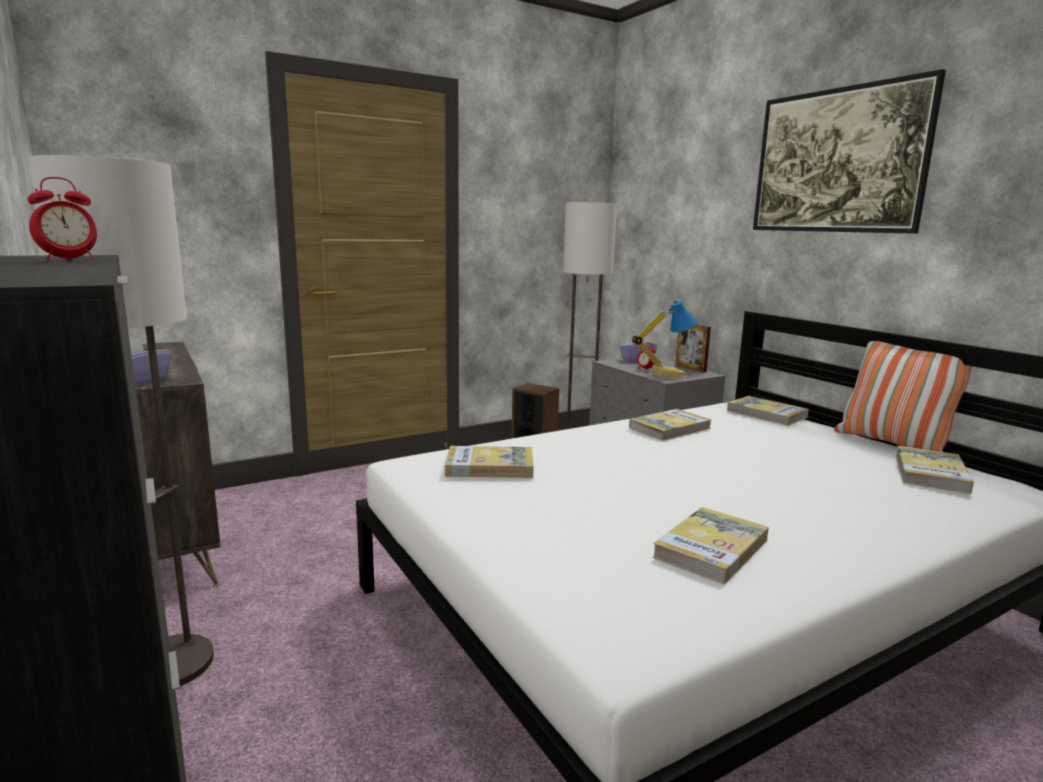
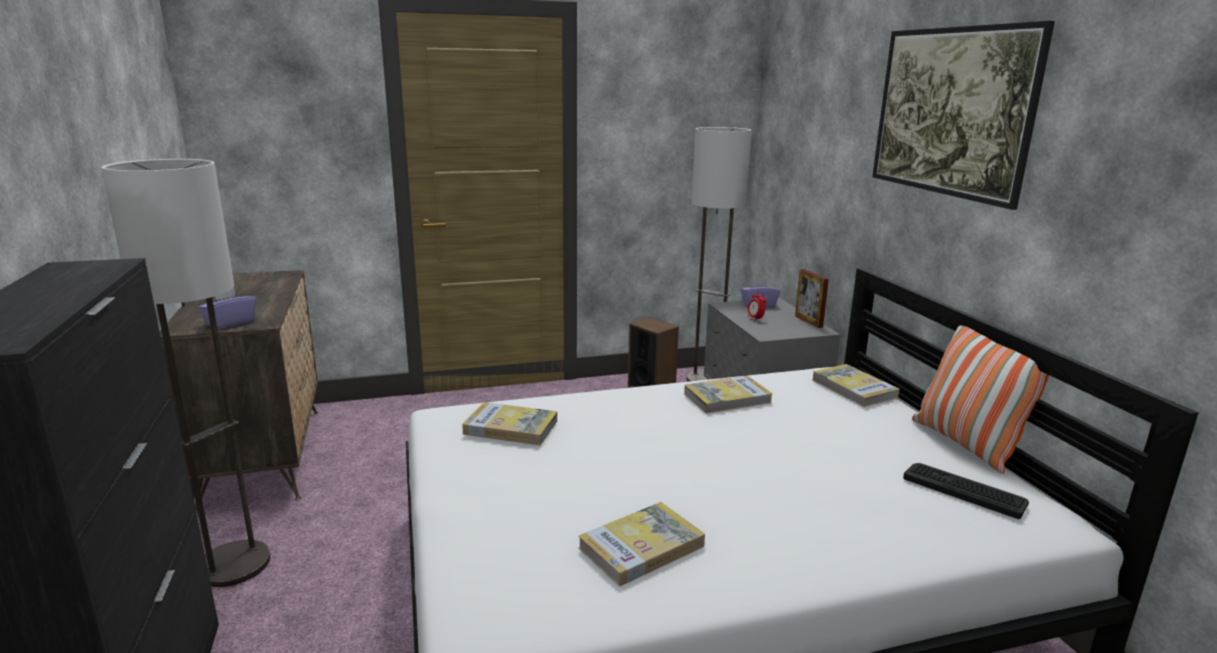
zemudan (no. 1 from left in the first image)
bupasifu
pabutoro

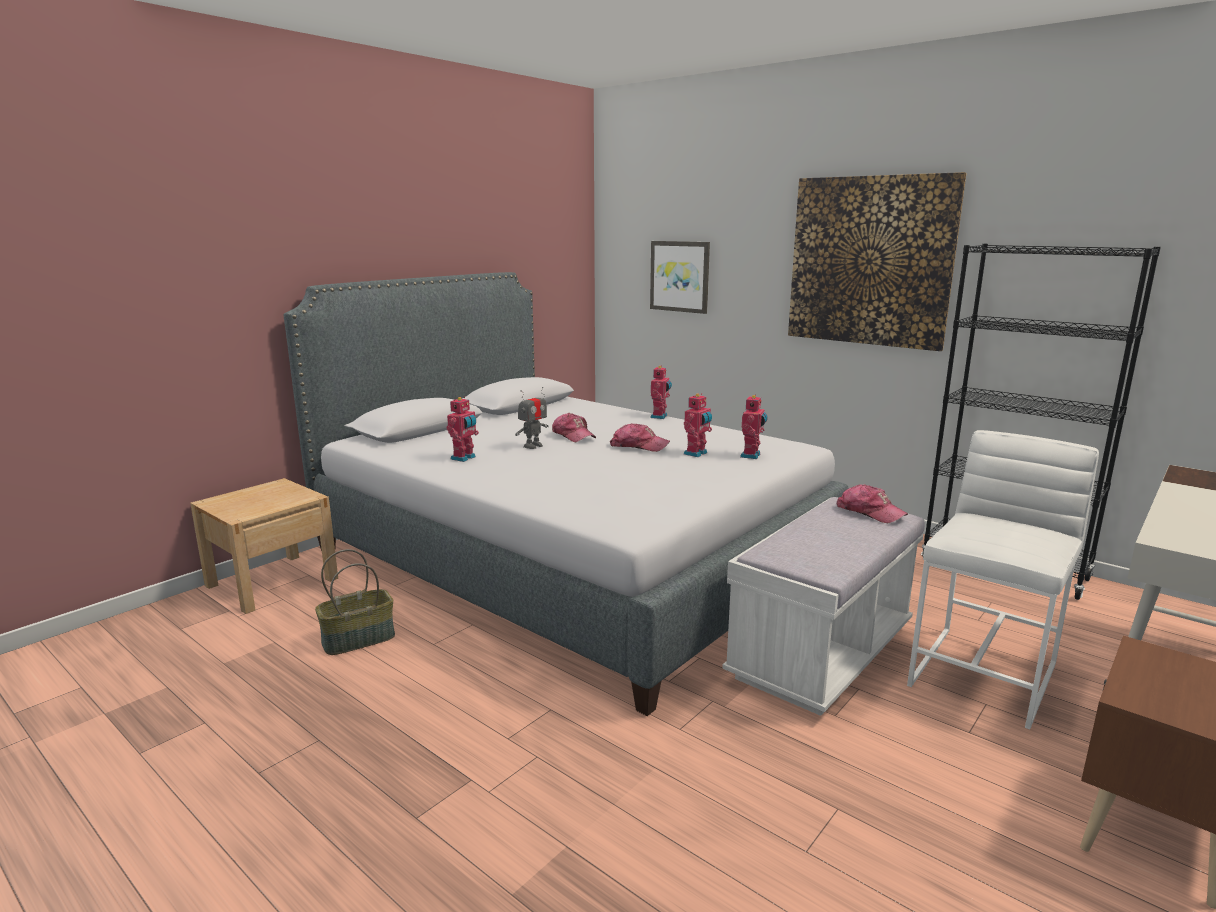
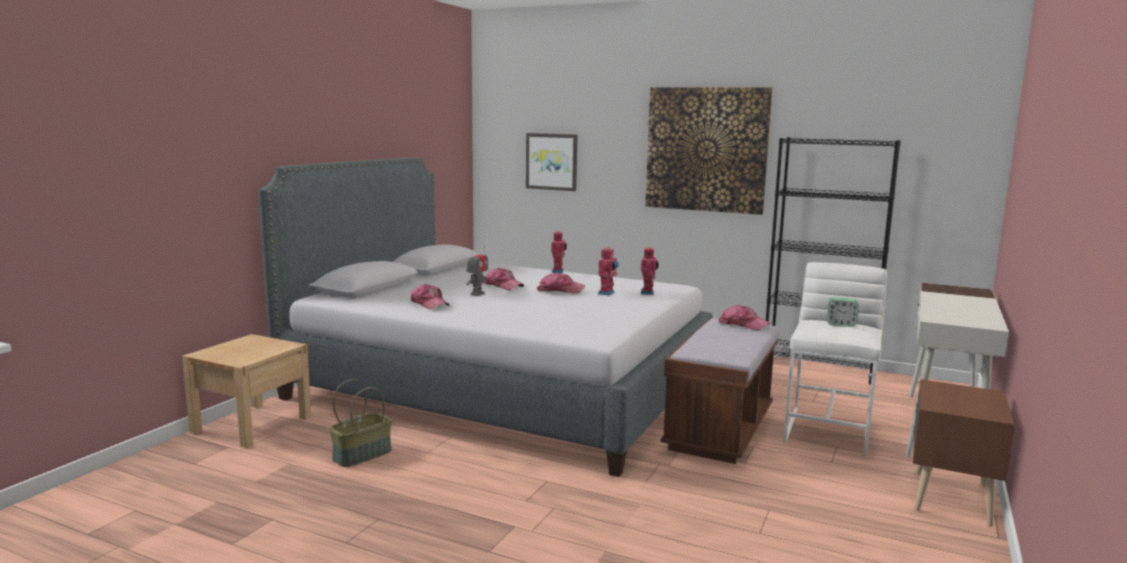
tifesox (no. 1 from left)
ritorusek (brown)
zemudan

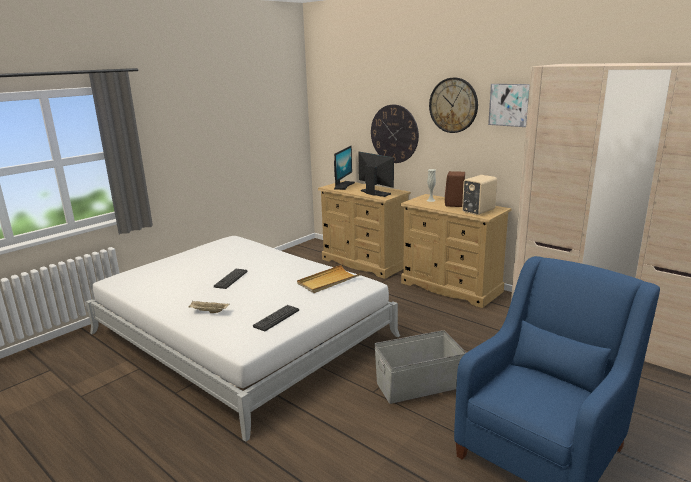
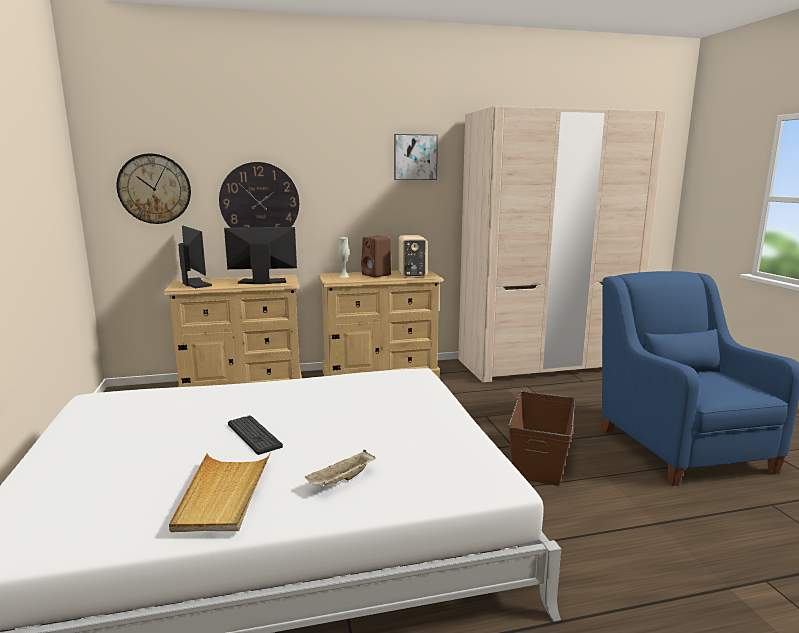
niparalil (no. 1 from left)
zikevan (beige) (no. 1 from left)
pabutoro (no. 2 from left in the first image)
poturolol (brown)

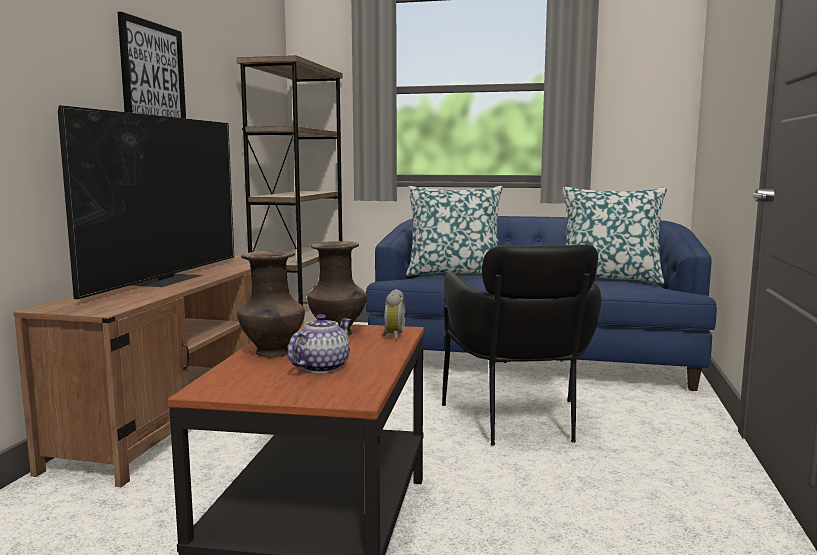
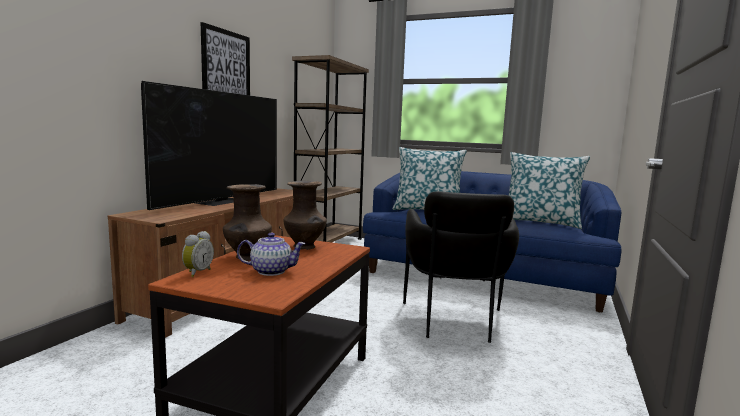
zemudan
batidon

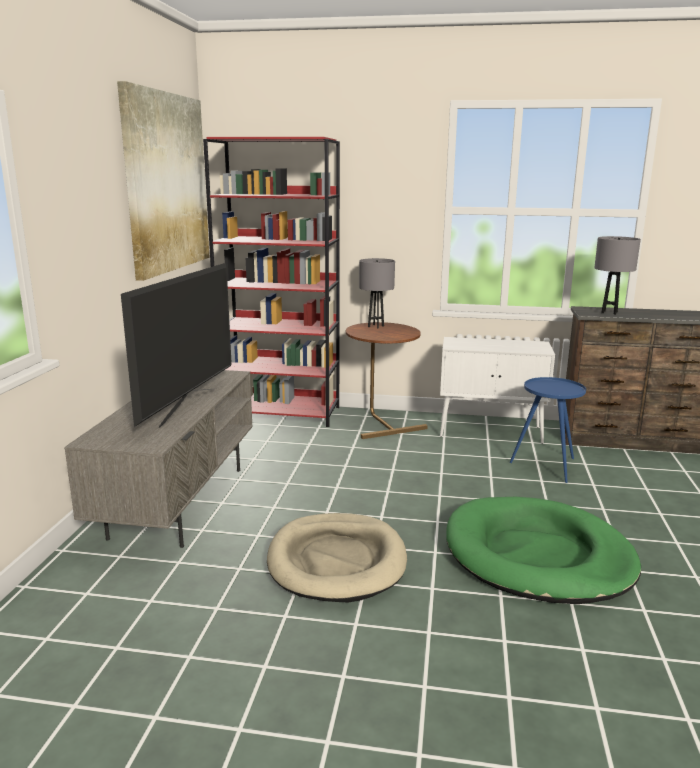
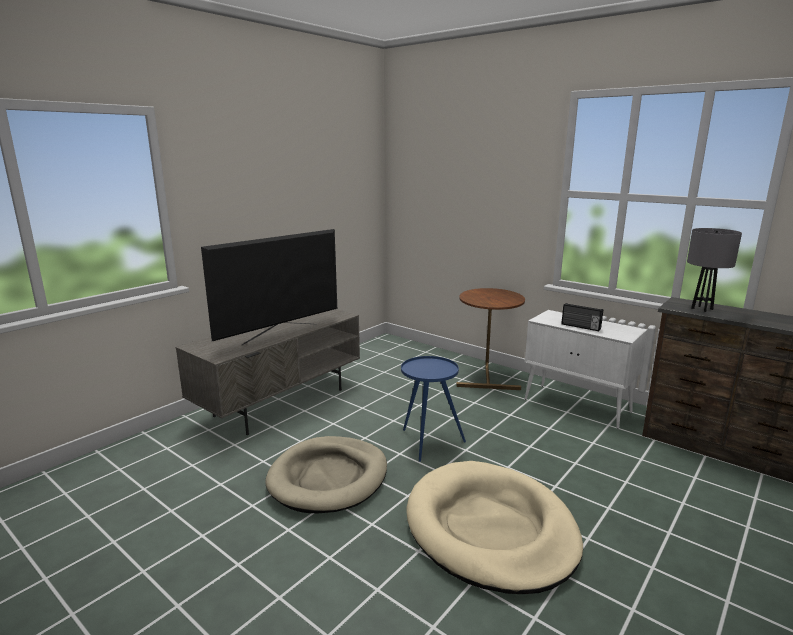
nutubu
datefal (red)
bupasifu (grey) (no. 1 from left in the first image)
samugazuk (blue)
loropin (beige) (no. 2 from left)
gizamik

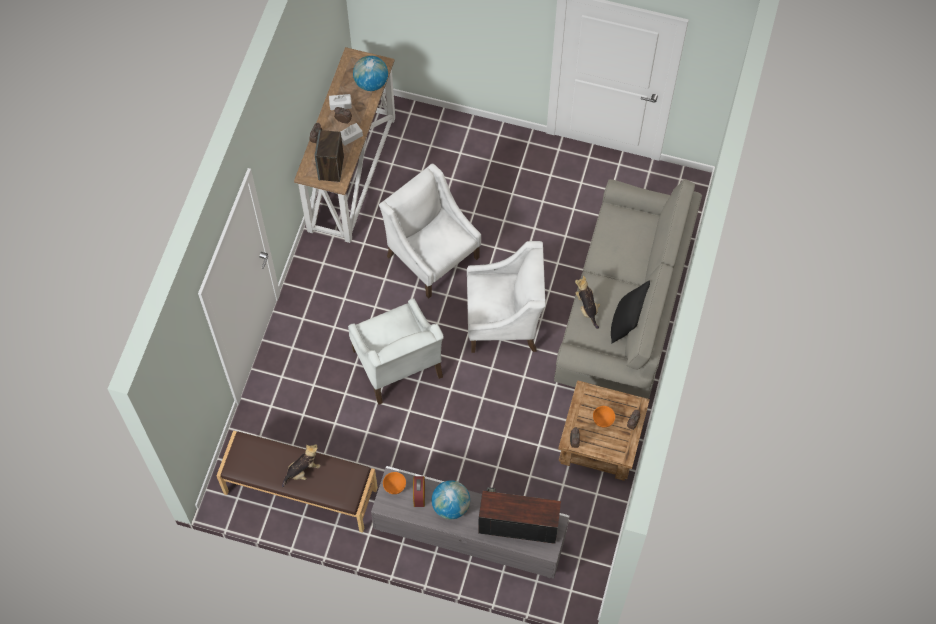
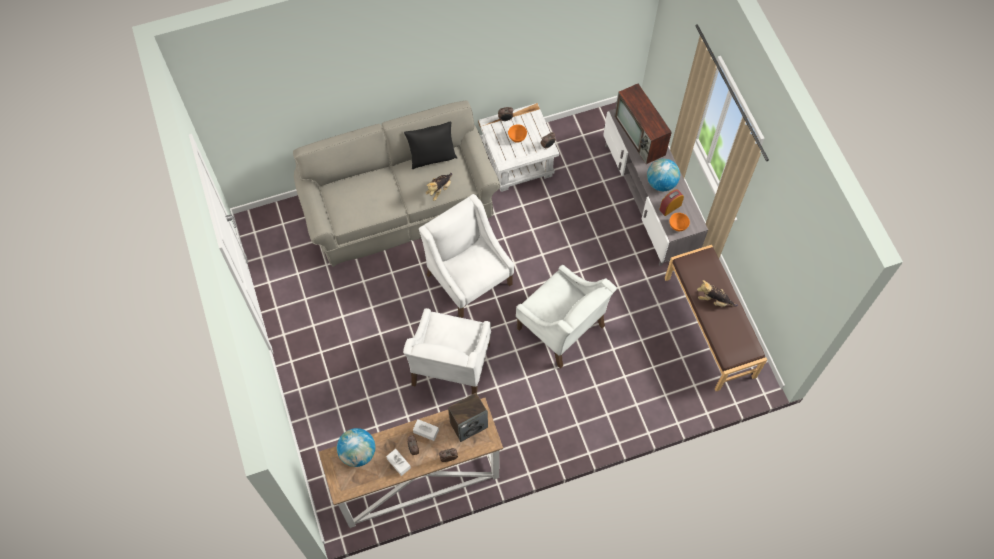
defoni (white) (no. 3 from left)
samugazuk (white)

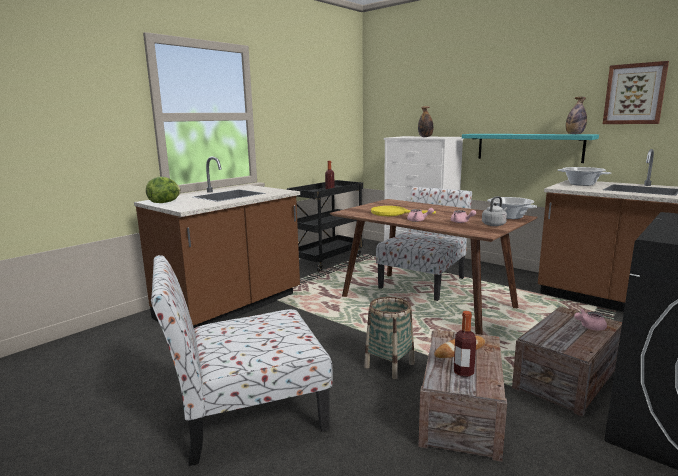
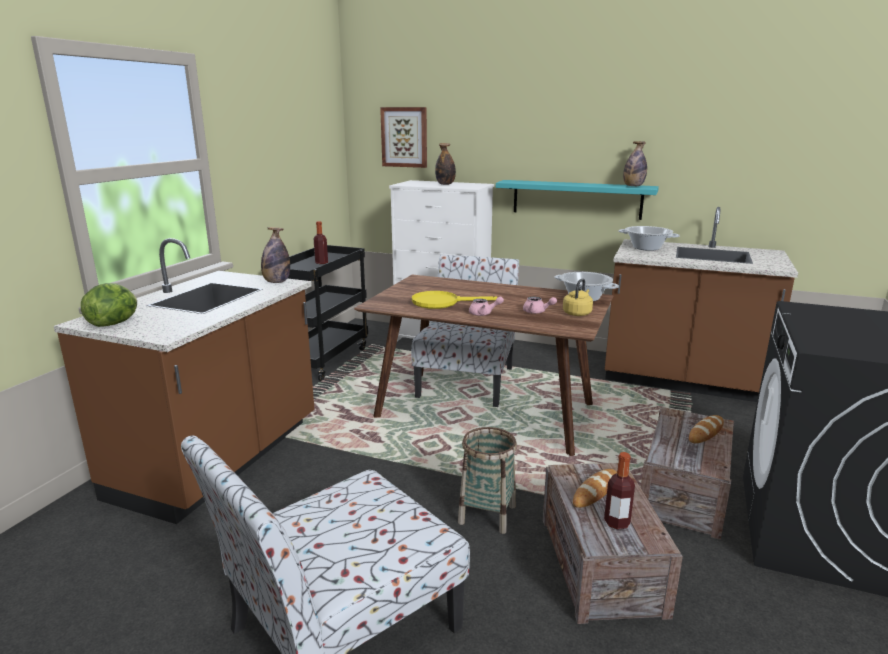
nutubu
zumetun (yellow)
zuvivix (no. 2 from left)
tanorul (no. 1 from left)

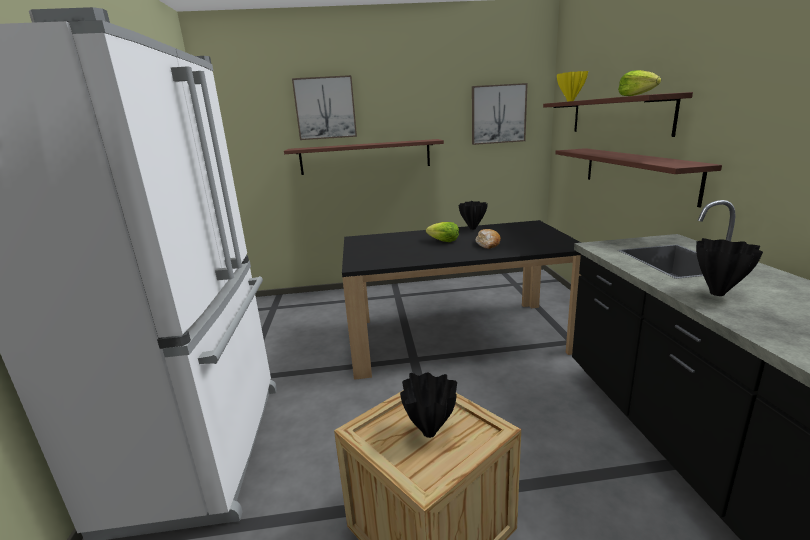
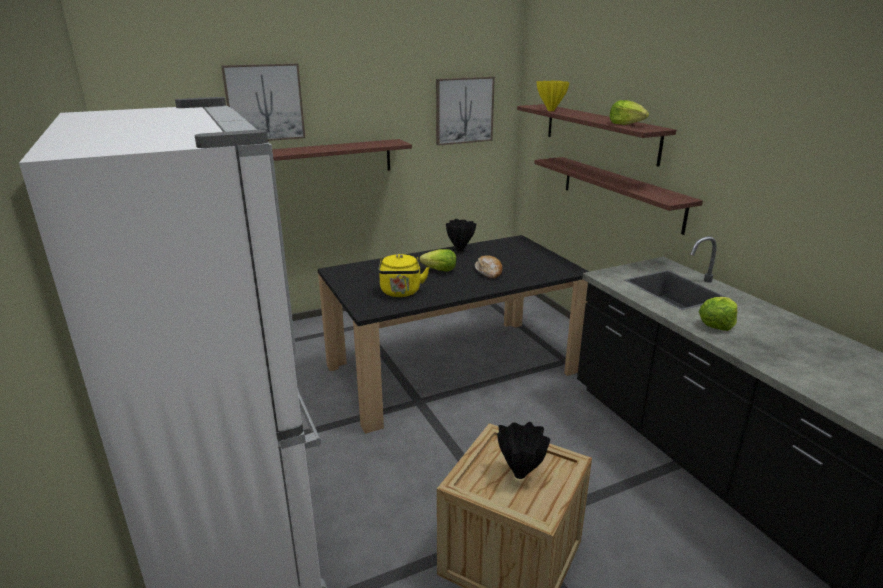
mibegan (no. 3 from left)
zumetun (yellow)

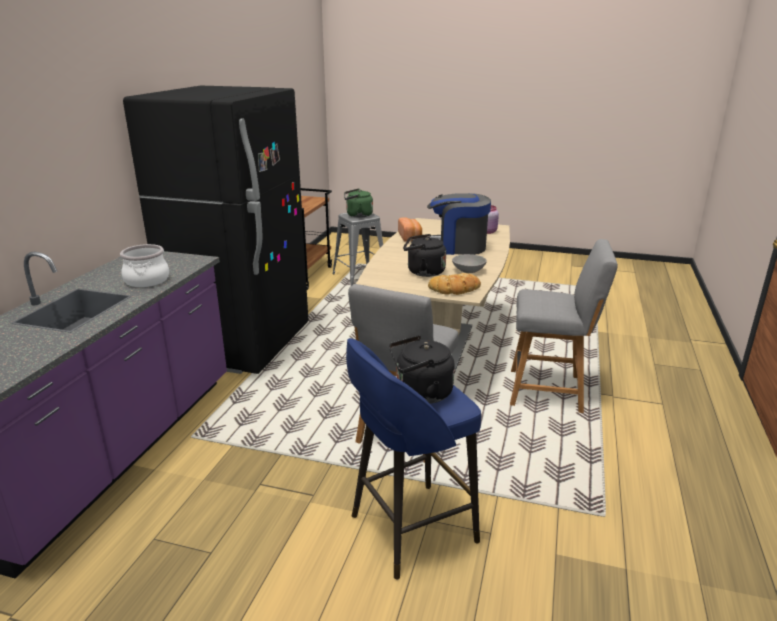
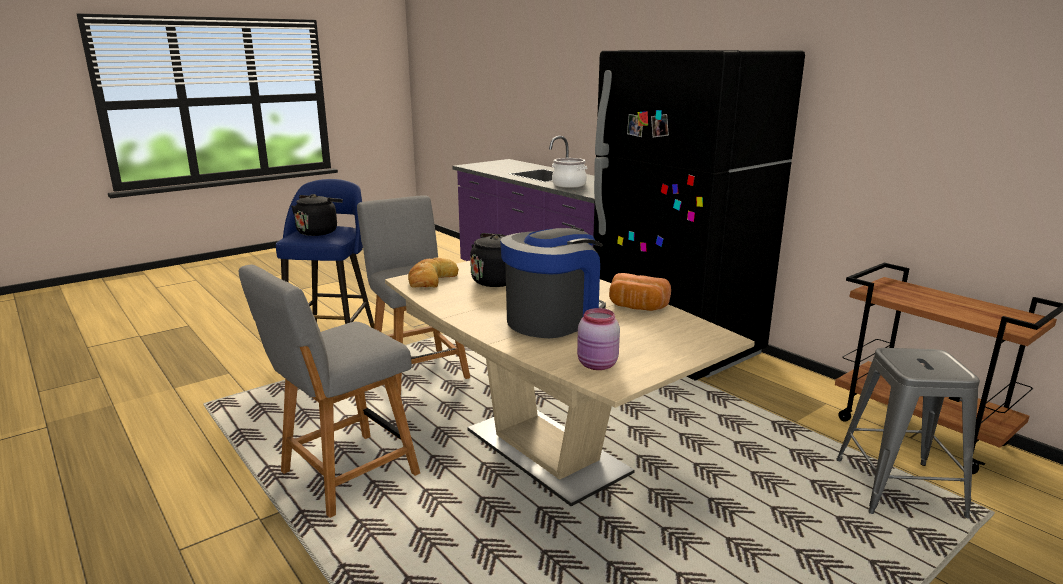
zumetun (green)
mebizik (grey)

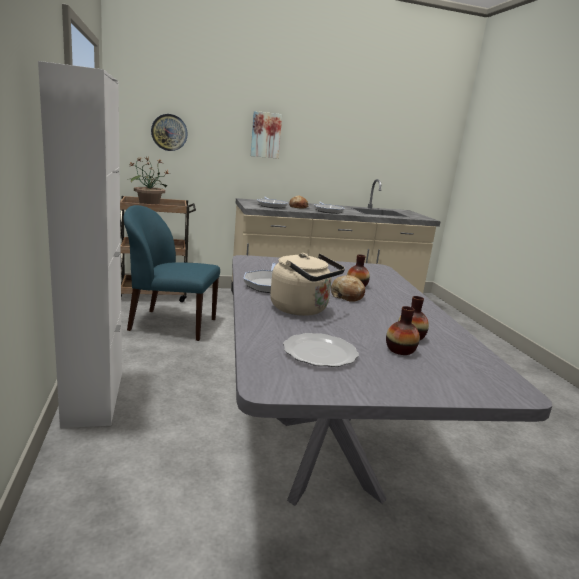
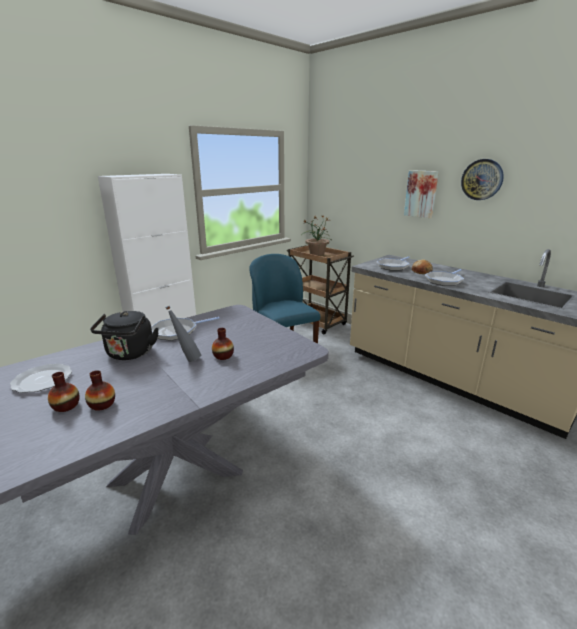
niparalil
zumetun (black)
tanorul (grey)

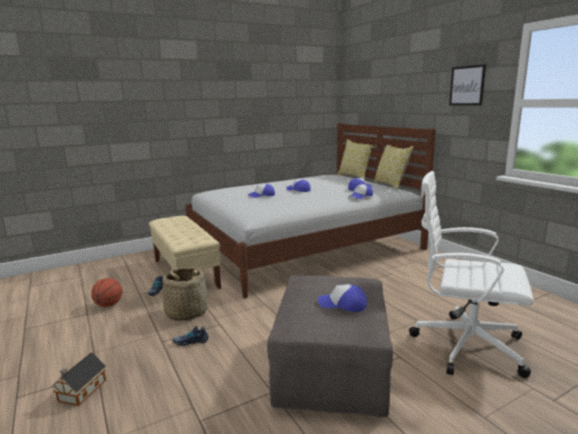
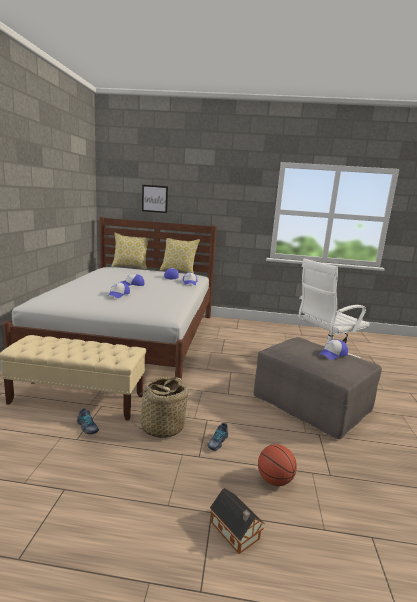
nutubu
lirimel

